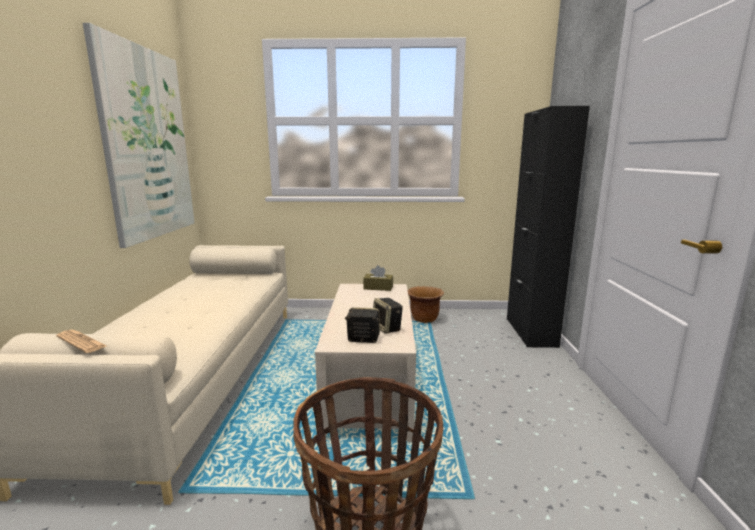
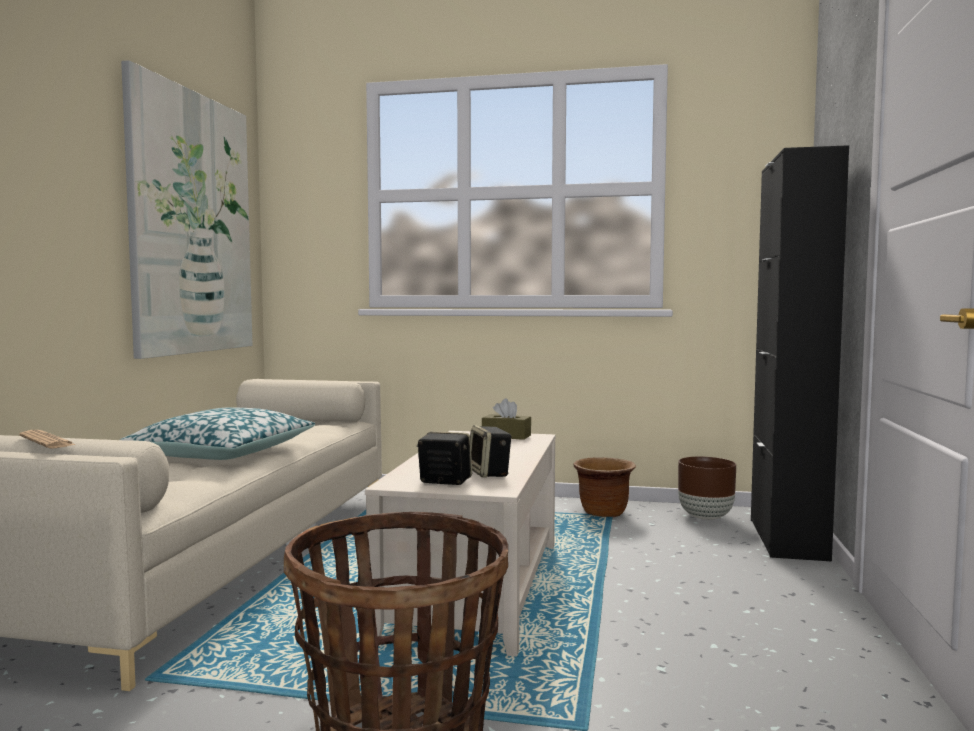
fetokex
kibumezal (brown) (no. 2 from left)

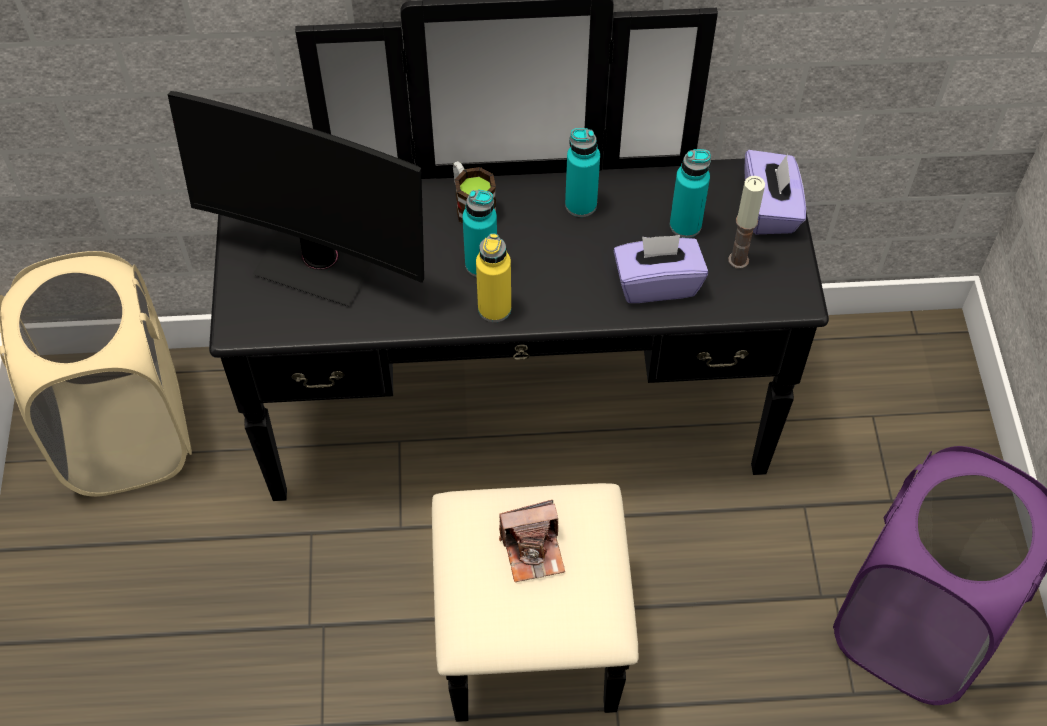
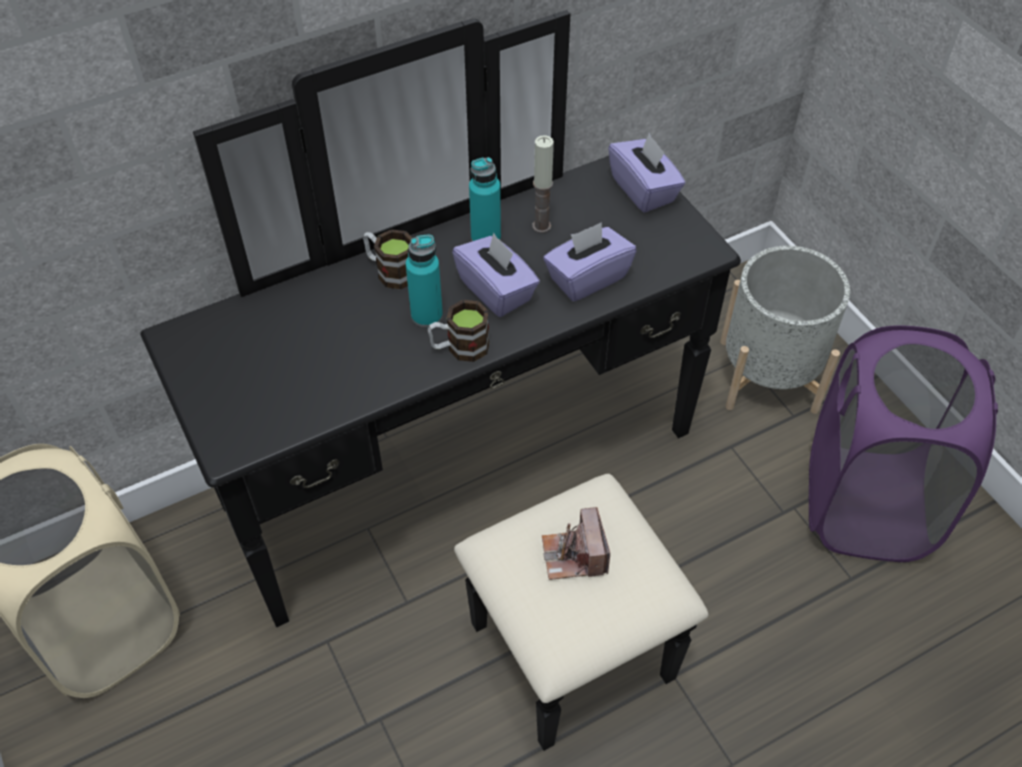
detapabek
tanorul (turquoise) (no. 3 from left in the first image)
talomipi
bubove (no. 2 from left)
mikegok
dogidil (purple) (no. 1 from left)
kibumezal (grey)

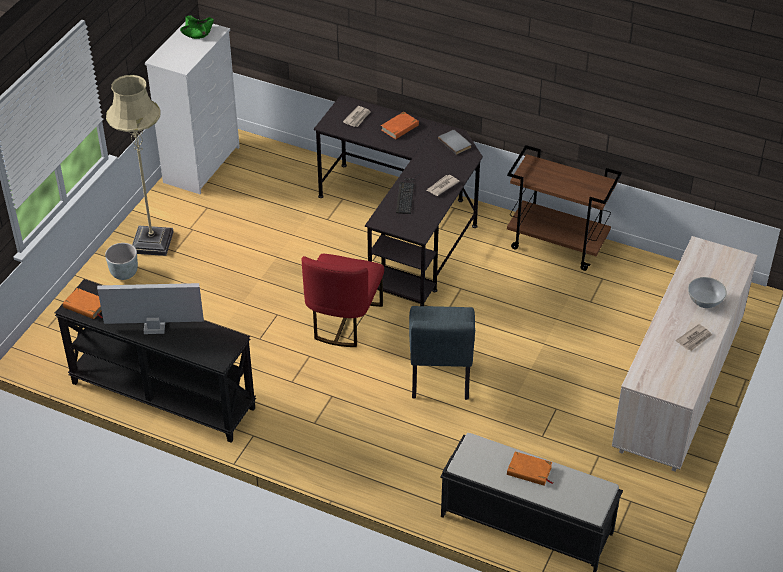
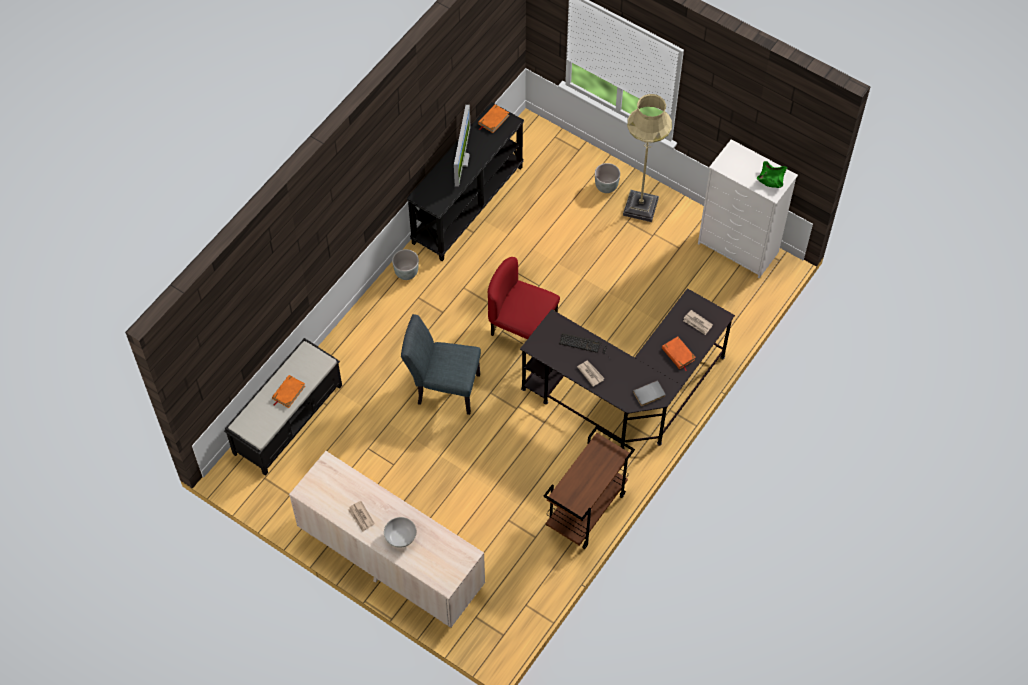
kibumezal (grey) (no. 1 from left)

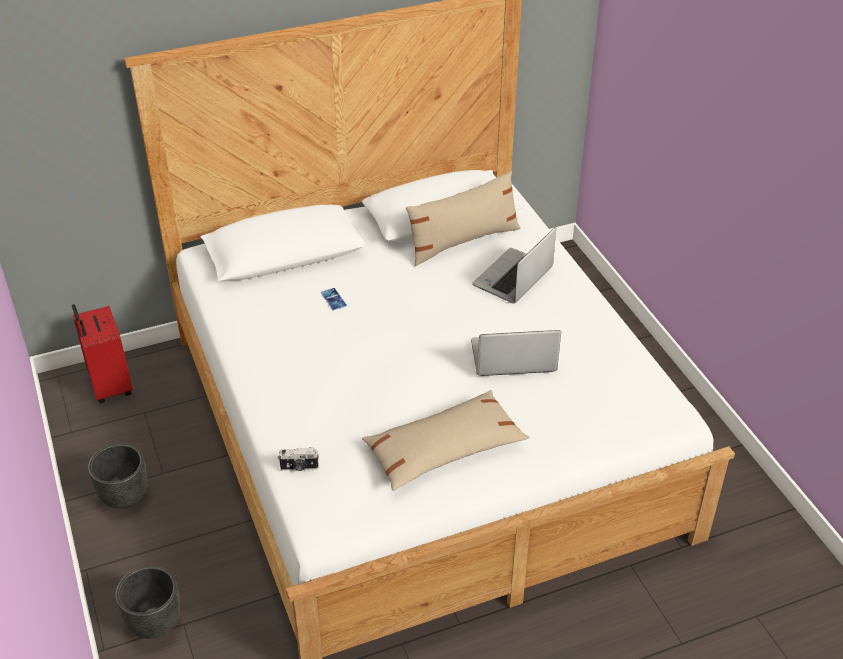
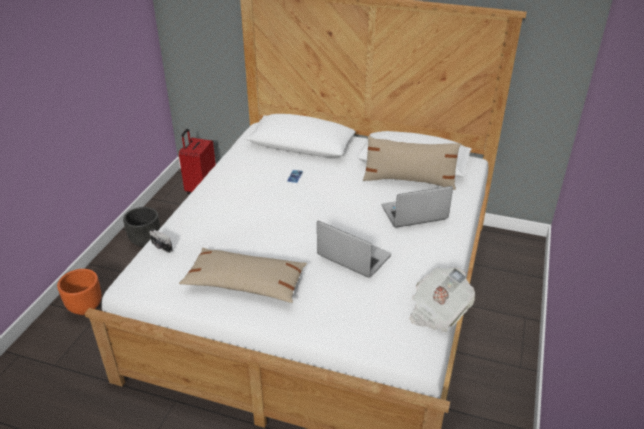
kibumezal (orange)
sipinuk

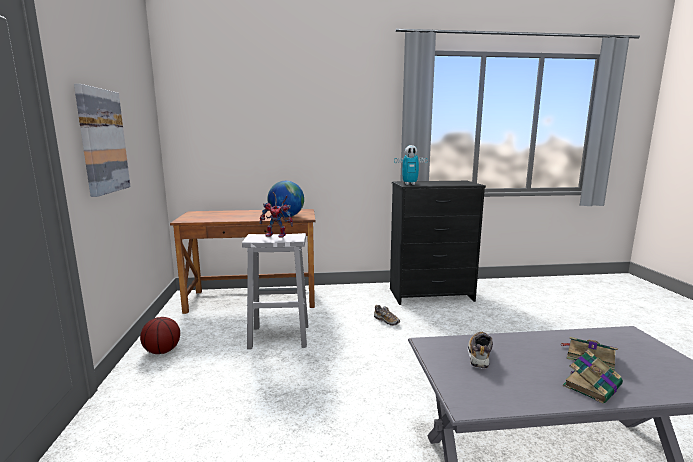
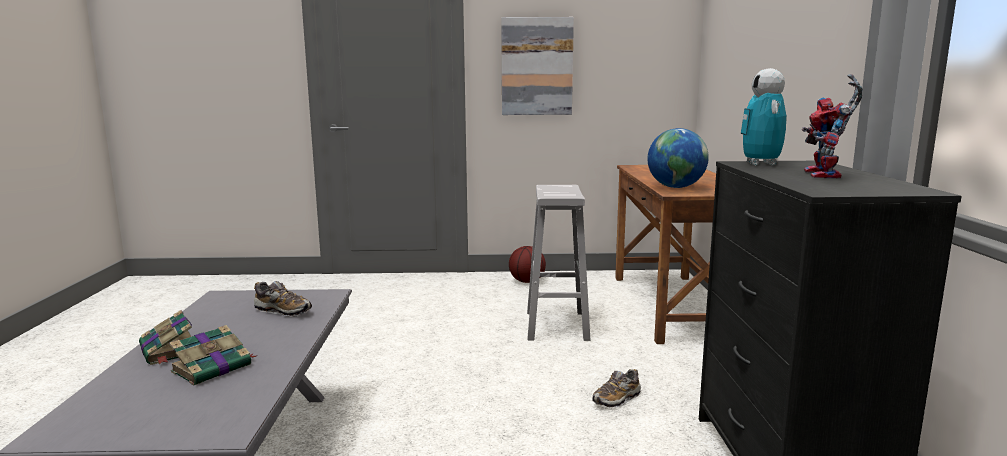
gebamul (no. 2 from left)

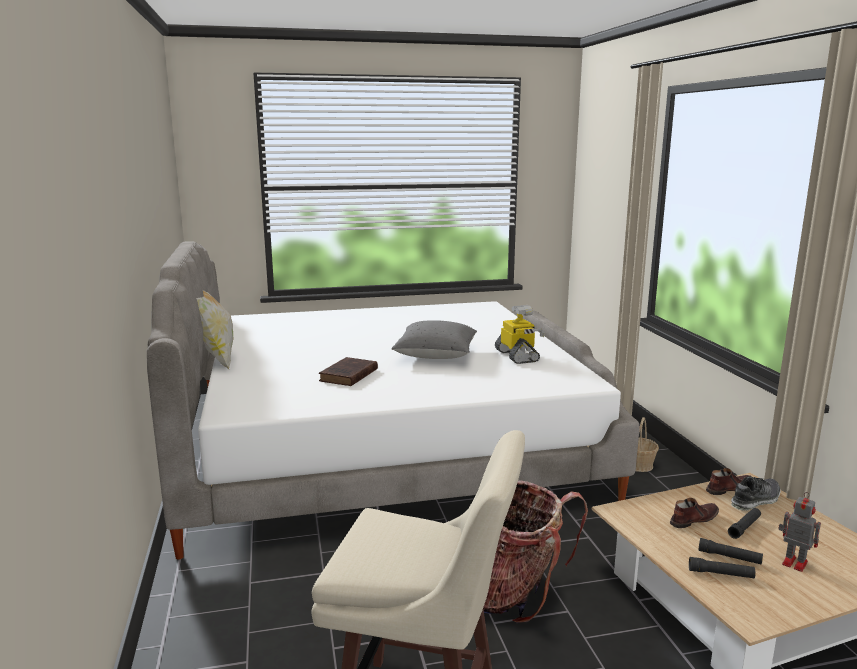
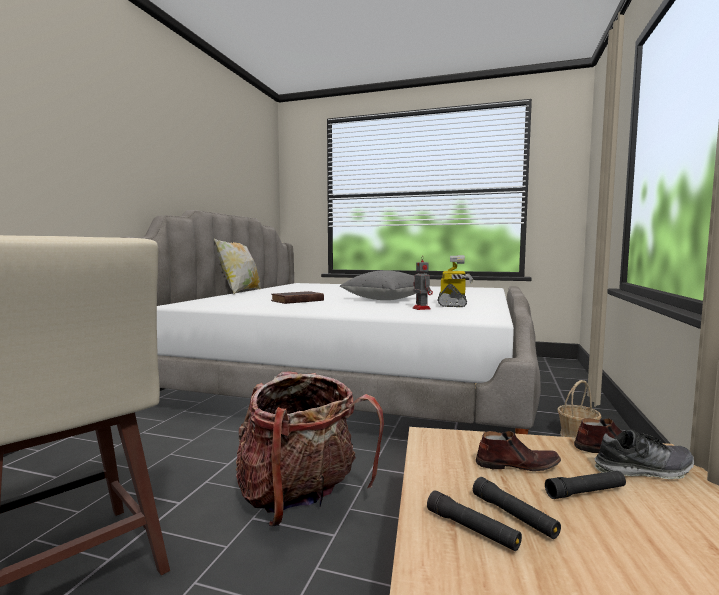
gebamul (no. 1 from left)

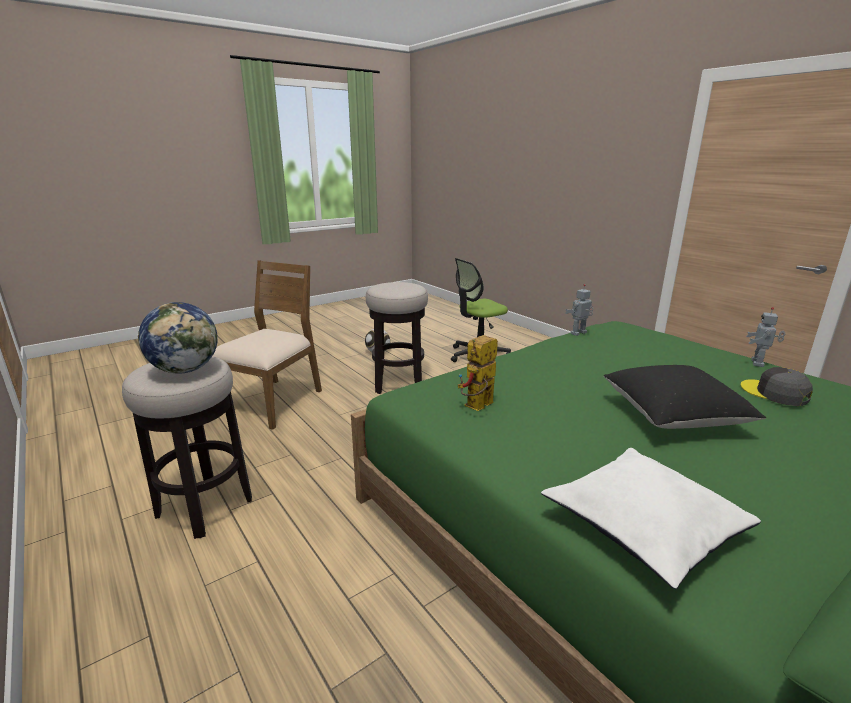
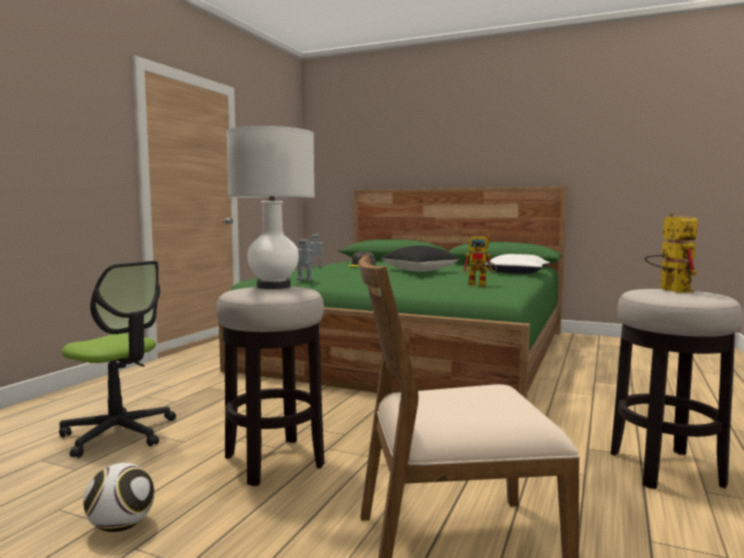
gebamul (no. 4 from left)
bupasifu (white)

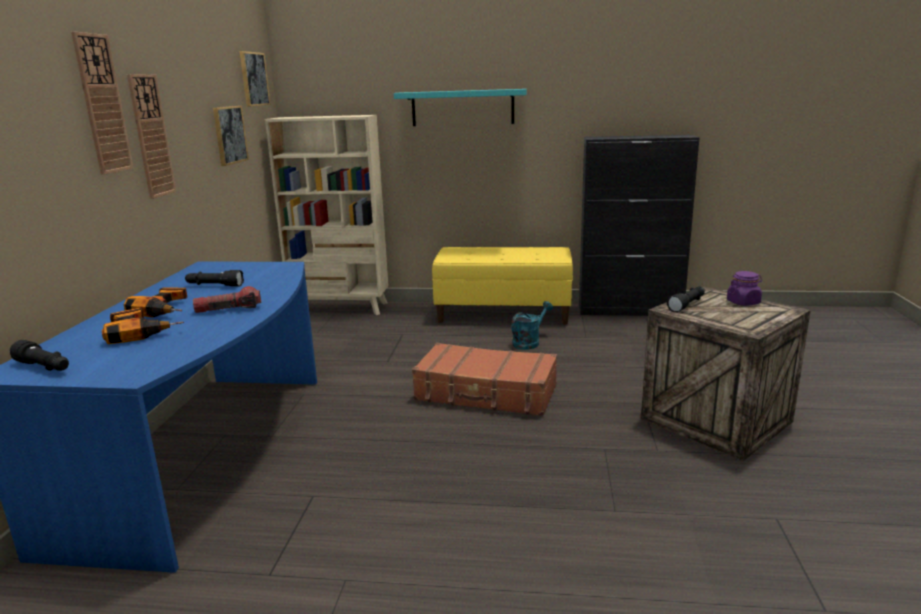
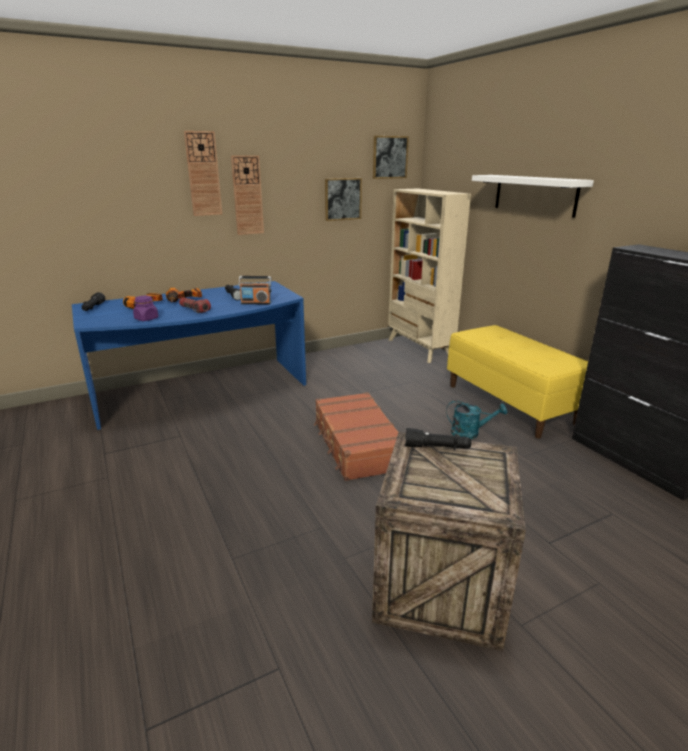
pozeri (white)
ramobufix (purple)
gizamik

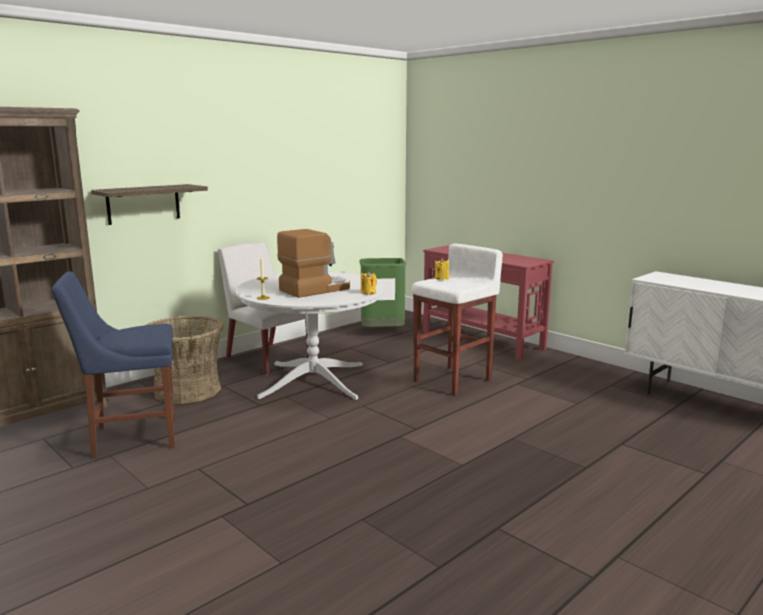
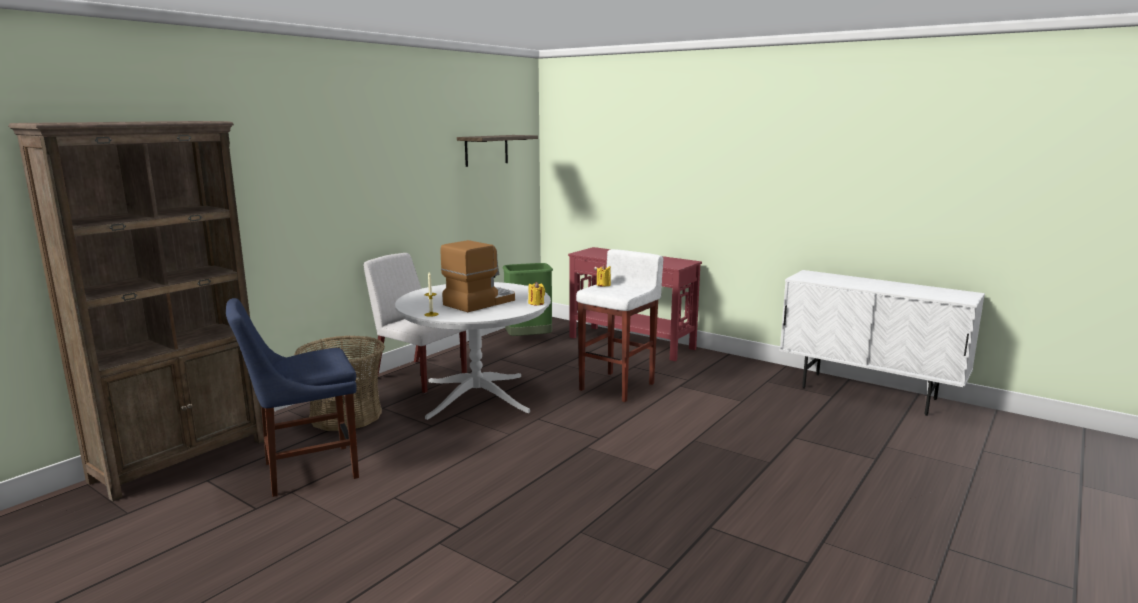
pozeri

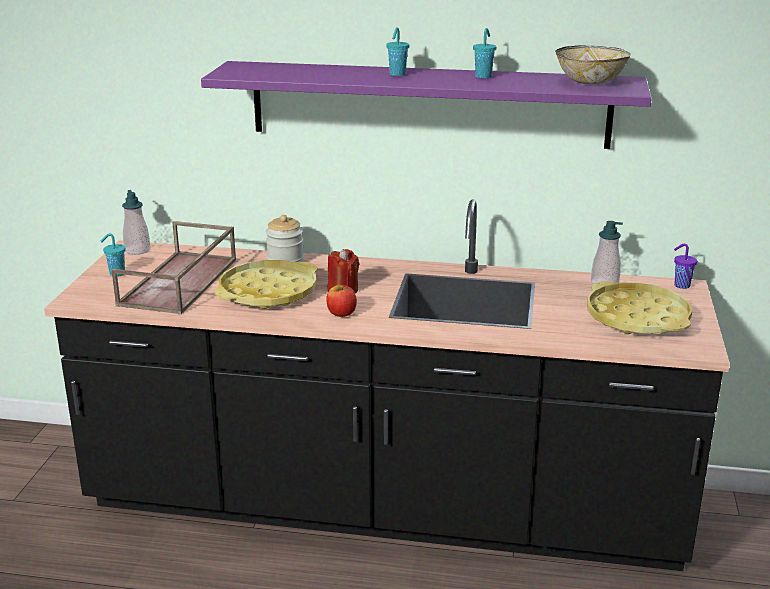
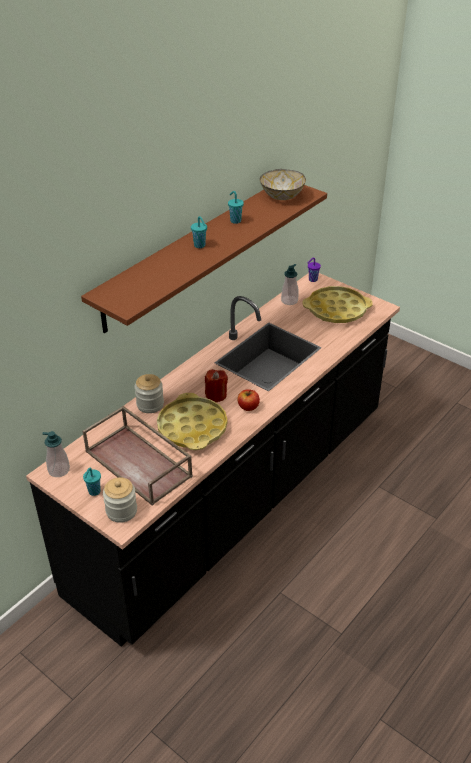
pozeri (brown)
ramobufix (no. 1 from left)

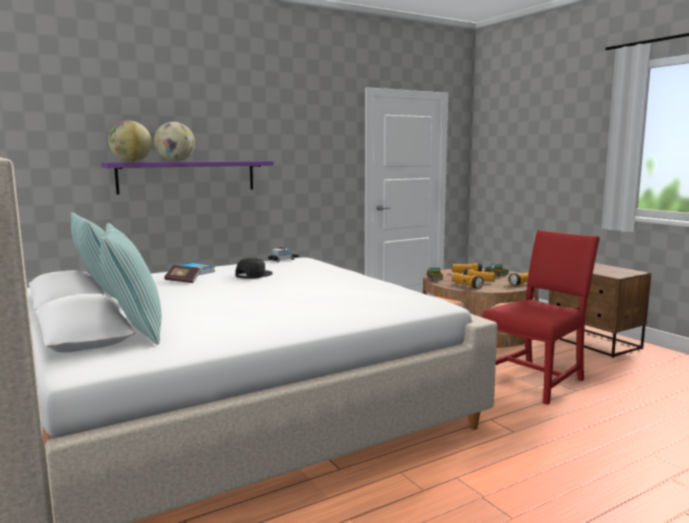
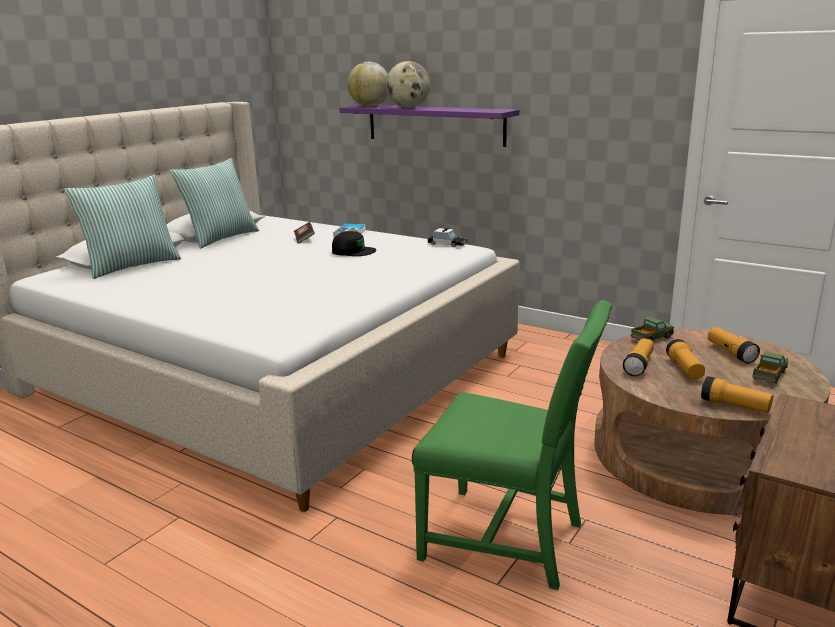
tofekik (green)

